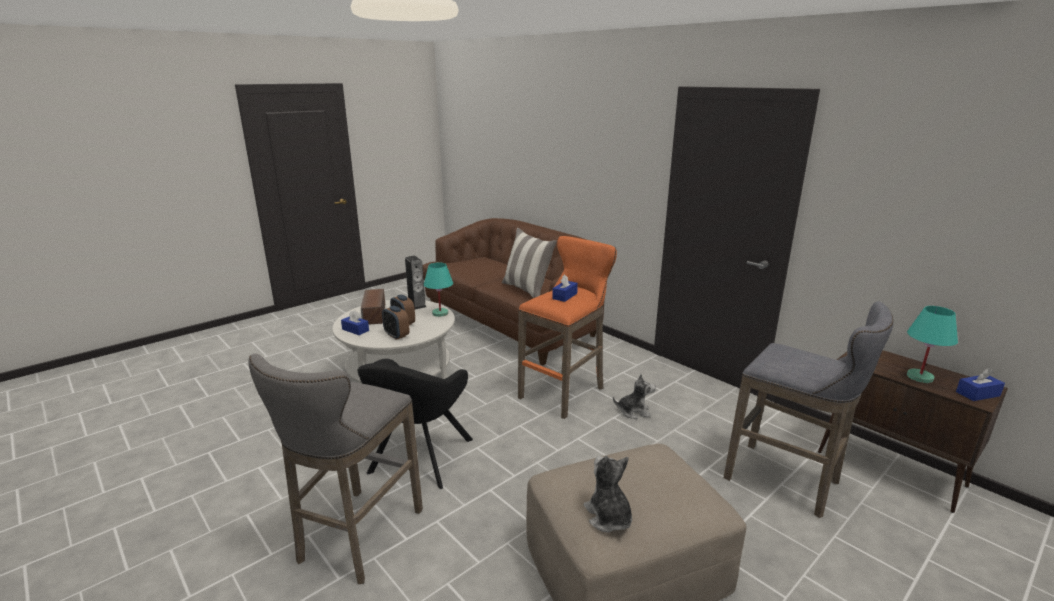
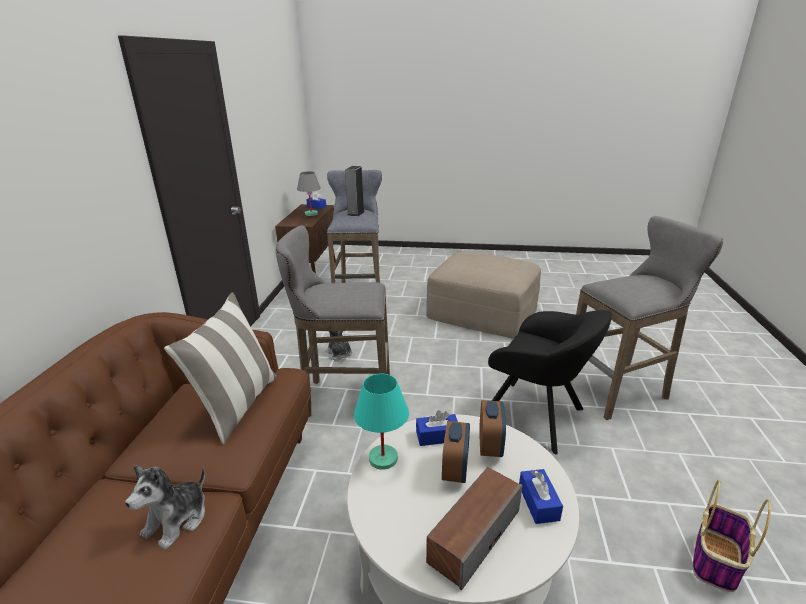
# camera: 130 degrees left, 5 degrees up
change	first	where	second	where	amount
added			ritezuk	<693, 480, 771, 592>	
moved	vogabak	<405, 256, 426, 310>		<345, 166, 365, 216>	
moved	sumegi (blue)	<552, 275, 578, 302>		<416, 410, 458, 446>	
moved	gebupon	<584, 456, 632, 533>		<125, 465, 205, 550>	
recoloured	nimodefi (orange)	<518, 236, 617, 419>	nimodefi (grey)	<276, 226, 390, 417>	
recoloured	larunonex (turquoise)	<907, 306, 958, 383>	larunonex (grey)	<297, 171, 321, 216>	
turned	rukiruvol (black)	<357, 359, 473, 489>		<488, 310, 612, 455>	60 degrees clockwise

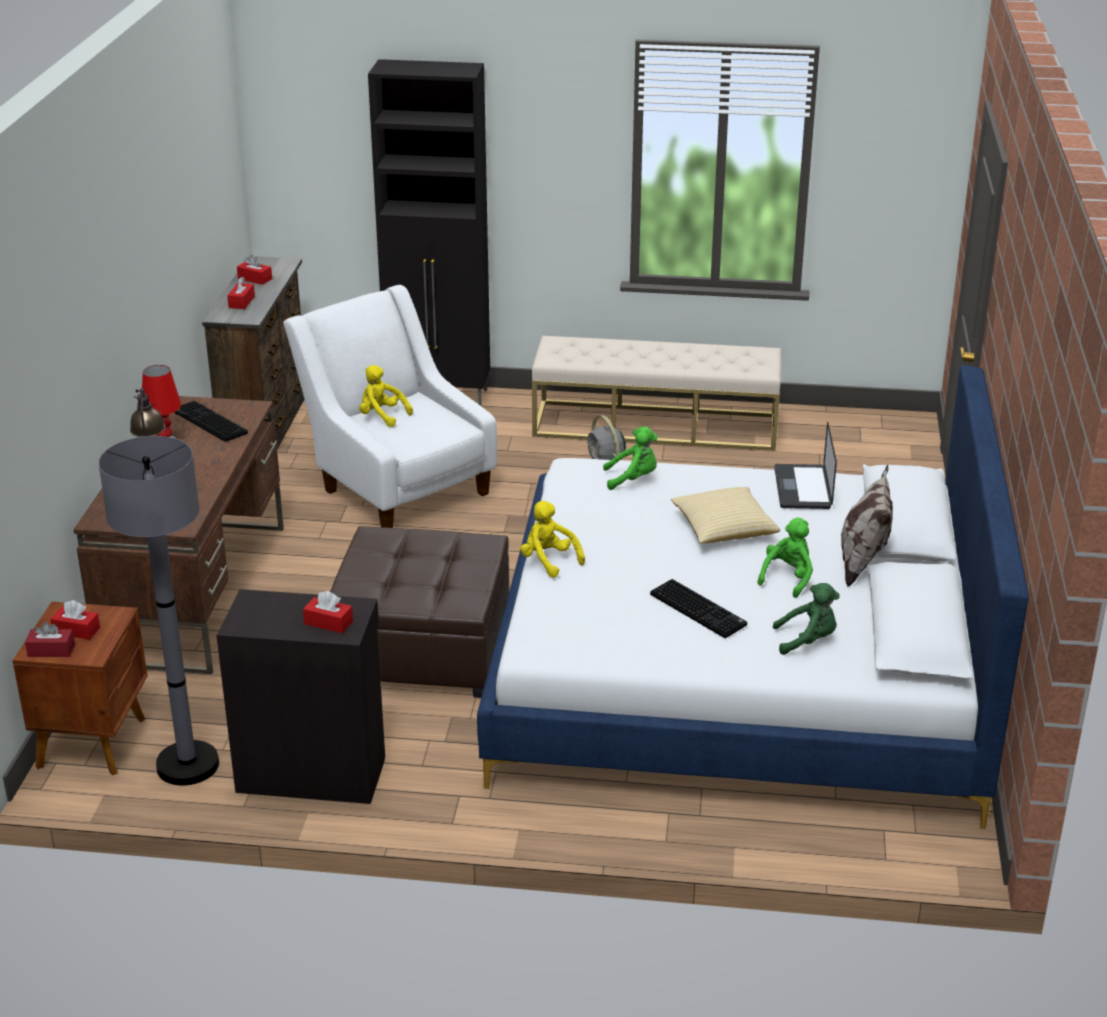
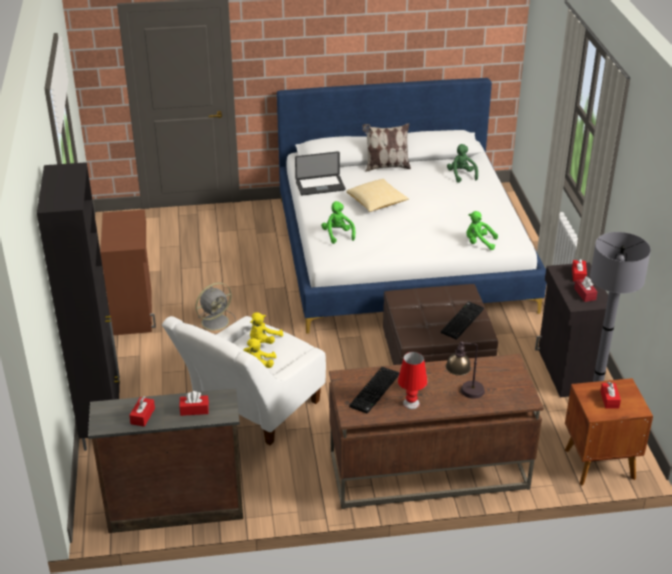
# camera: 105 degrees left, 5 degrees up
change	first	where	second	where	amount
moved	sumegi (red)	<25, 622, 75, 657>		<574, 276, 597, 302>	
moved	gebupon (yellow)	<520, 501, 585, 578>		<250, 312, 283, 344>	
moved	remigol	<650, 579, 747, 638>		<441, 301, 484, 340>	
moved	gebupon (green)	<757, 517, 813, 598>		<466, 211, 498, 250>	
replaced	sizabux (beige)	<532, 336, 781, 451>	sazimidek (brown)	<100, 210, 156, 335>	

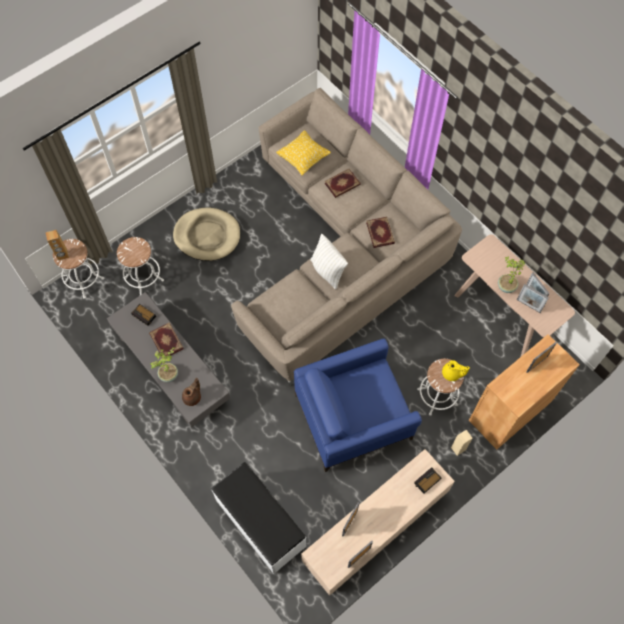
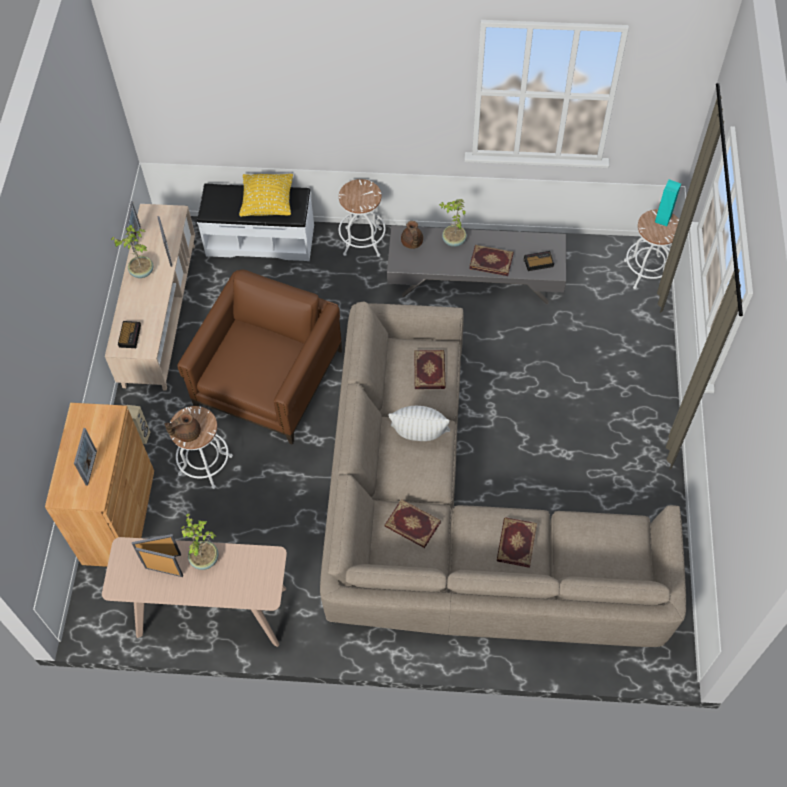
# camera: 135 degrees right, 5 degrees down
change	first	where	second	where	amount
removed	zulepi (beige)	<173, 207, 240, 261>			
added			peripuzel	<111, 224, 153, 278>	
added			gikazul	<414, 350, 446, 389>	
moved	nimodefi (white)	<117, 237, 164, 295>		<339, 179, 386, 257>	
moved	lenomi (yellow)	<276, 130, 331, 175>		<239, 174, 293, 217>	
recoloured	vogabak (brown)	<46, 230, 69, 261>	vogabak (turquoise)	<655, 179, 681, 226>	
recoloured	rukiruvol (blue)	<294, 338, 422, 472>	rukiruvol (brown)	<177, 270, 342, 445>	
recoloured	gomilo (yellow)	<442, 360, 470, 381>	gomilo (brown)	<165, 413, 201, 442>	

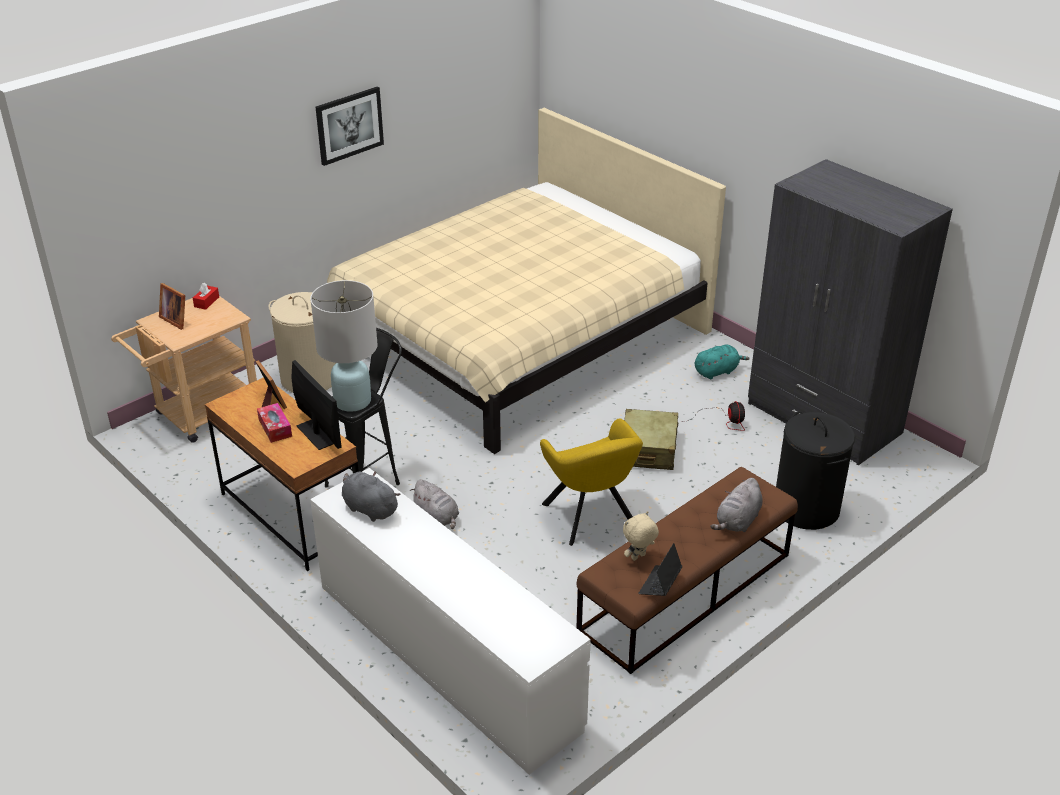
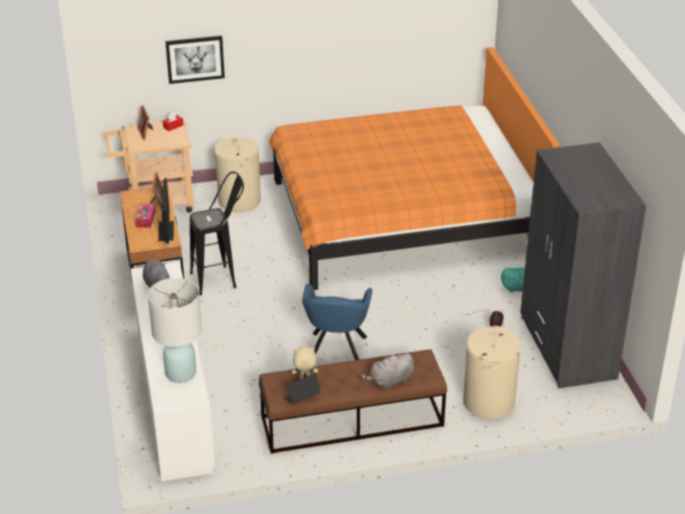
# camera: 30 degrees right, 0 degrees up
change	first	where	second	where	amount
removed	gebupon (grey)	<410, 479, 459, 529>			
removed	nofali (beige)	<624, 409, 678, 470>			
moved	larunonex (white)	<310, 280, 378, 412>		<148, 278, 202, 383>	
moved	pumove	<316, 87, 384, 166>		<165, 36, 225, 84>	
recoloured	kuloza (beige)	<327, 108, 726, 454>	kuloza (orange)	<269, 47, 559, 290>	
recoloured	rukiruvol (yellow)	<540, 418, 643, 546>	rukiruvol (blue)	<302, 284, 372, 360>	
recoloured	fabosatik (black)	<776, 411, 855, 530>	fabosatik (beige)	<463, 326, 521, 419>	

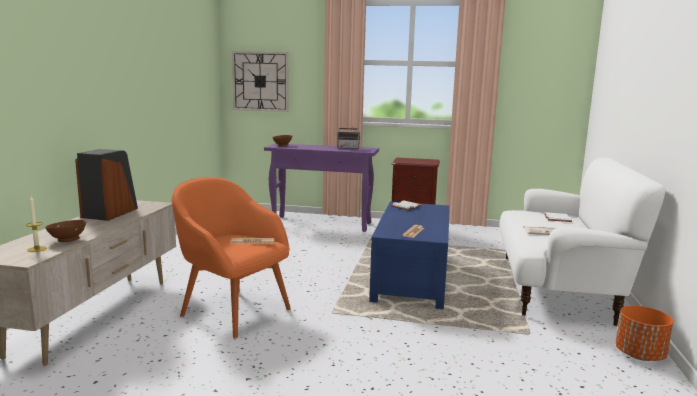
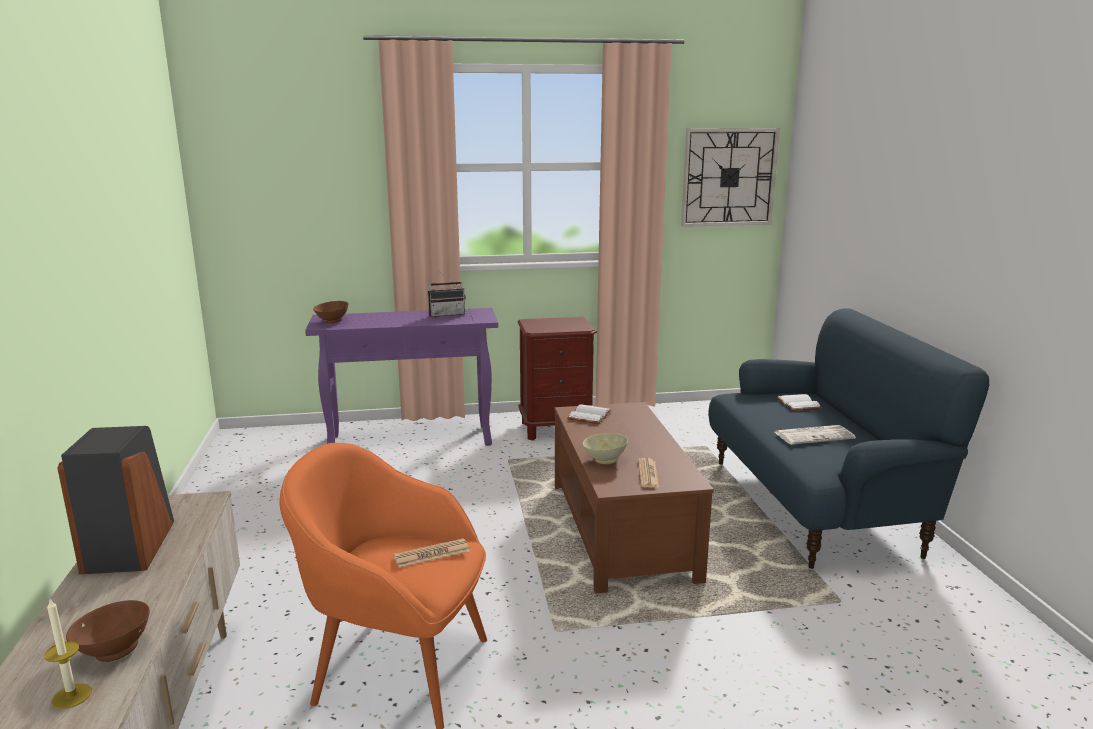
# camera: 20 degrees left, 5 degrees up
change	first	where	second	where	amount
removed	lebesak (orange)	<615, 305, 673, 361>			
added			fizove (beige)	<583, 433, 628, 464>	
moved	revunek	<232, 51, 288, 112>		<681, 128, 780, 227>	
recoloured	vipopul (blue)	<369, 202, 450, 309>	vipopul (brown)	<555, 402, 714, 594>	
recoloured	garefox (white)	<499, 158, 665, 326>	garefox (blue)	<708, 308, 989, 569>	

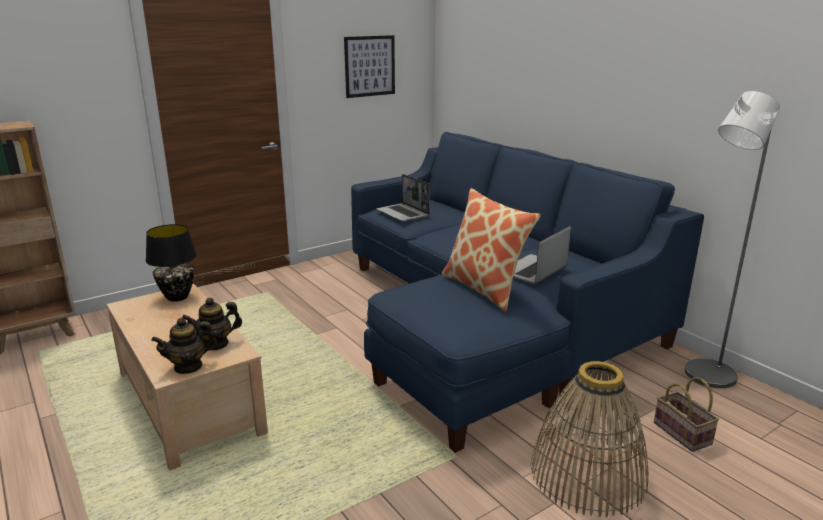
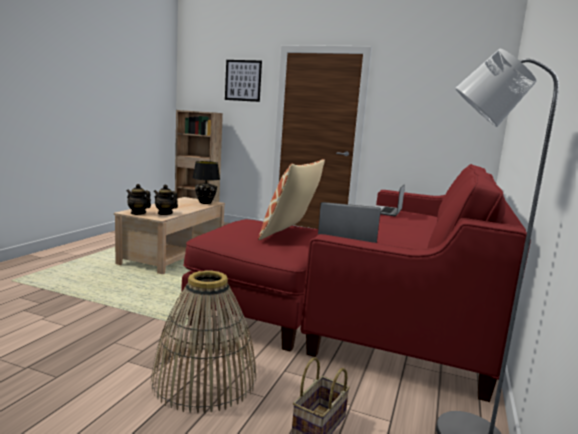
# camera: 55 degrees right, 10 degrees down
change	first	where	second	where	amount
moved	pumove	<344, 35, 395, 98>		<225, 60, 262, 102>	
recoloured	garefox (blue)	<351, 132, 704, 453>	garefox (red)	<181, 164, 531, 402>	

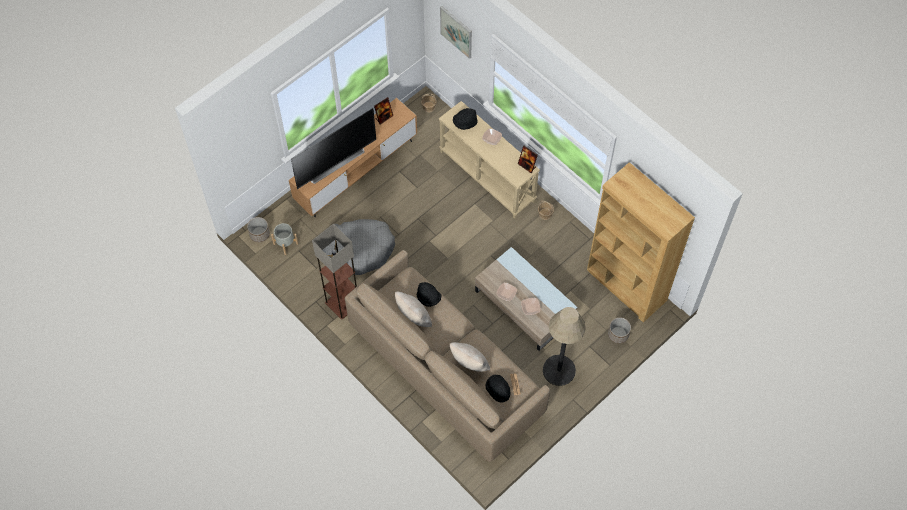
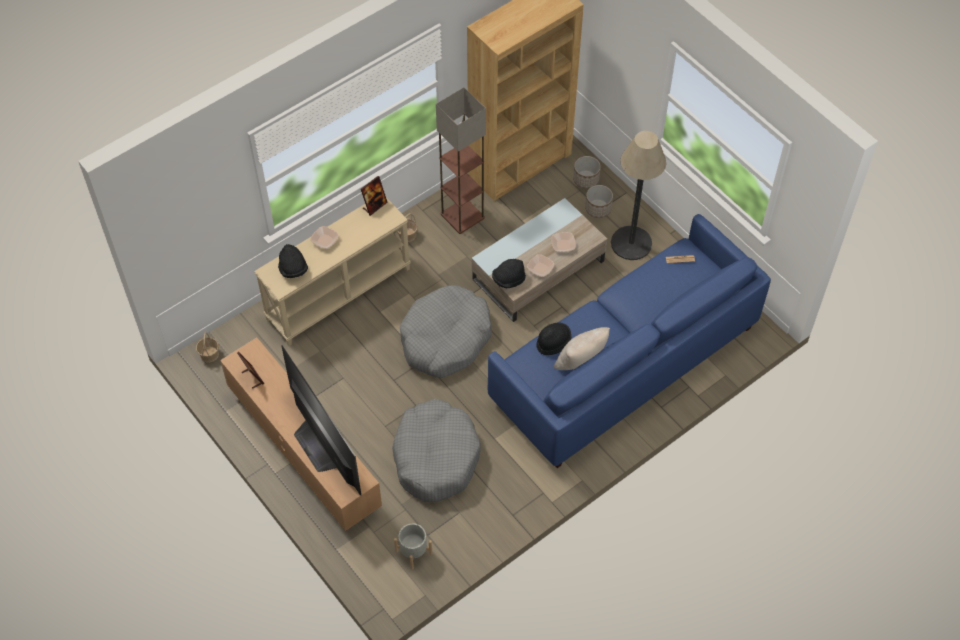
# camera: 85 degrees left, 5 degrees down
change	first	where	second	where	amount
removed	pumove	<440, 6, 472, 59>			
removed	lenomi (beige)	<450, 342, 490, 372>			
added			zulepi (grey)	<400, 285, 492, 378>	
moved	lebesak	<247, 217, 270, 242>		<585, 185, 613, 218>	
moved	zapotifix	<312, 224, 357, 320>		<436, 87, 486, 234>	
moved	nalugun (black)	<485, 375, 511, 403>		<492, 259, 526, 288>	
recoloured	garefox (beige)	<345, 250, 550, 462>	garefox (blue)	<488, 214, 771, 468>	

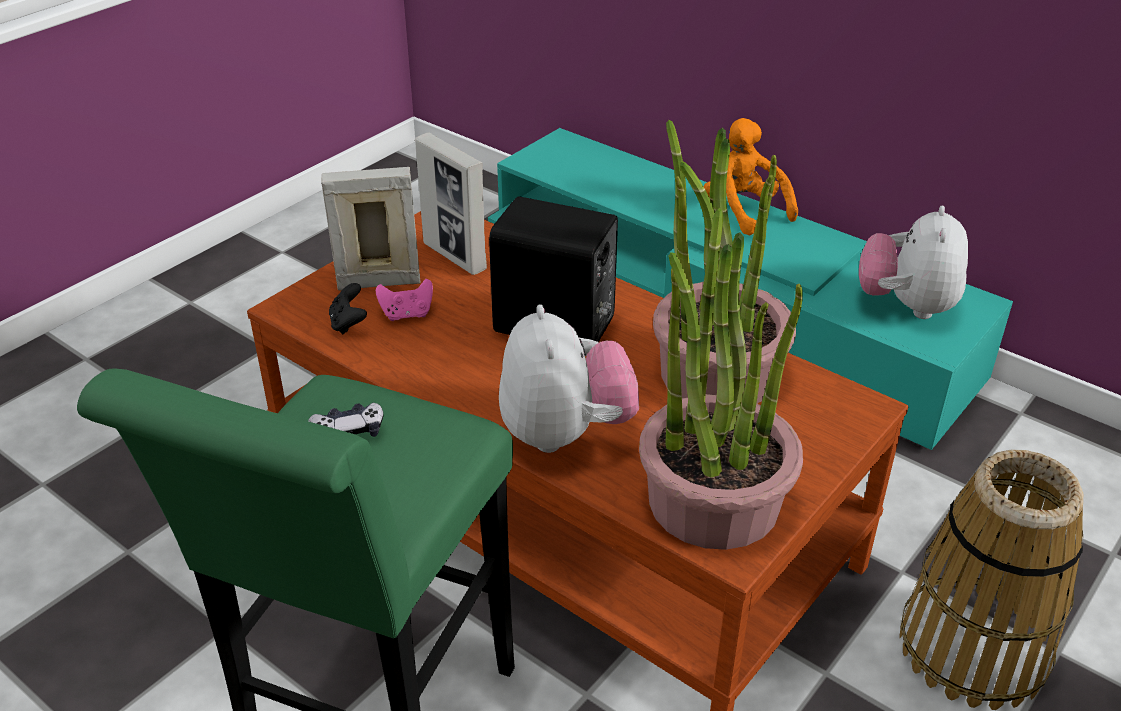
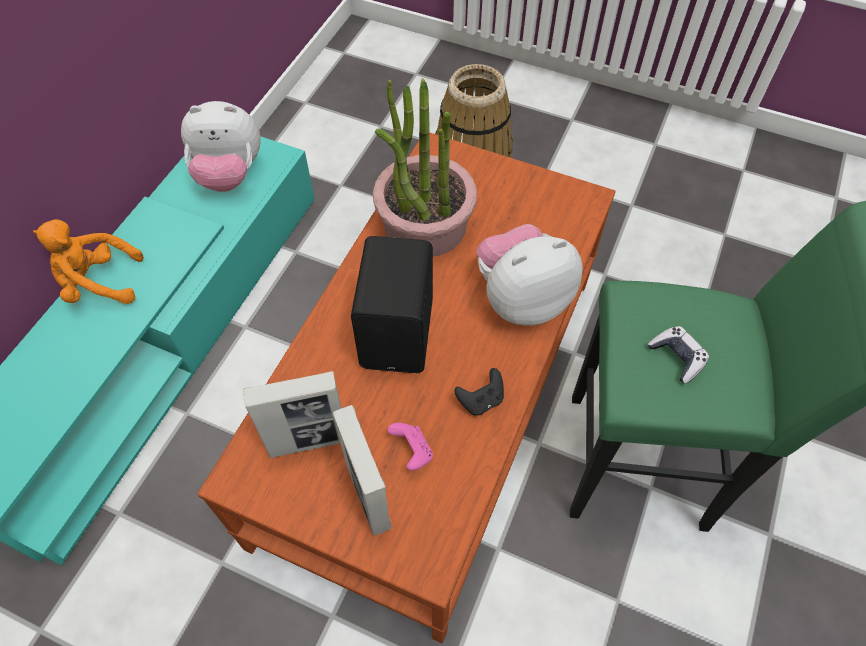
# camera: 105 degrees left, 20 degrees up
change	first	where	second	where	amount
removed	peripuzel	<639, 208, 803, 550>			
moved	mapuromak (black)	<329, 283, 367, 335>		<454, 368, 504, 416>	
turned	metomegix	<415, 132, 487, 275>		<243, 371, 341, 458>	45 degrees clockwise
turned	gebupon (orange)	<703, 118, 798, 236>		<33, 219, 144, 304>	45 degrees clockwise

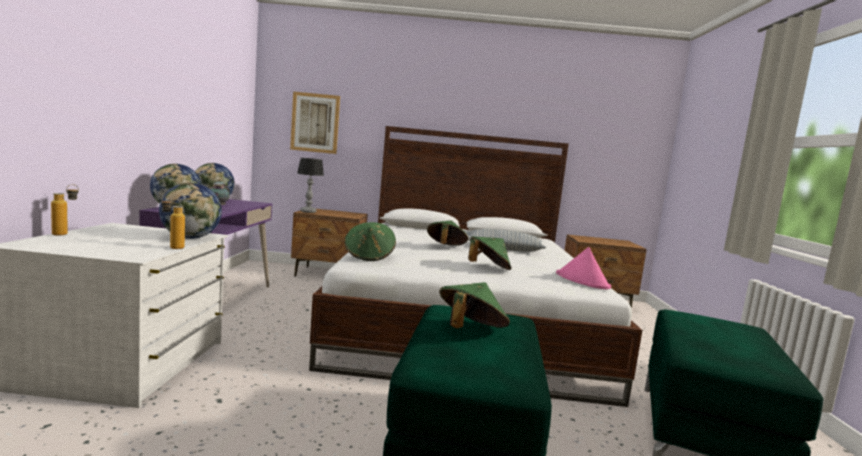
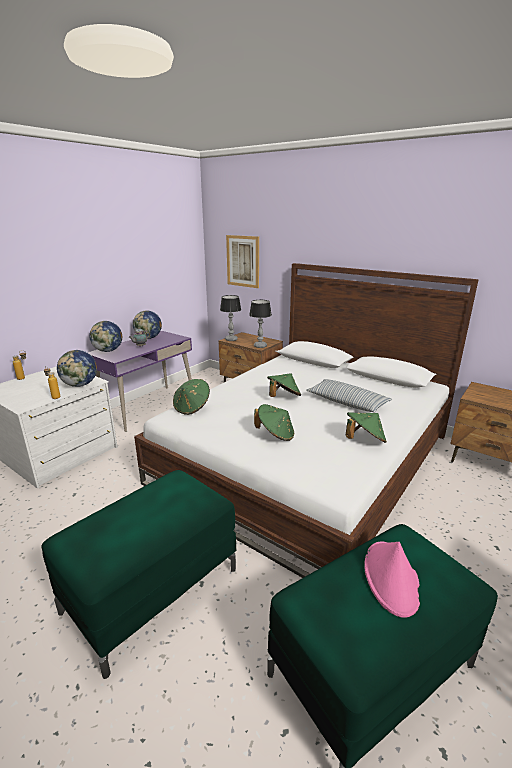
# camera: 35 degrees right, 15 degrees up
change	first	where	second	where	amount
added			larunonex	<249, 300, 272, 348>	
moved	nalugun (green)	<439, 282, 510, 328>		<345, 412, 387, 443>	
moved	nalugun (pink)	<556, 247, 611, 289>		<364, 541, 420, 618>	

